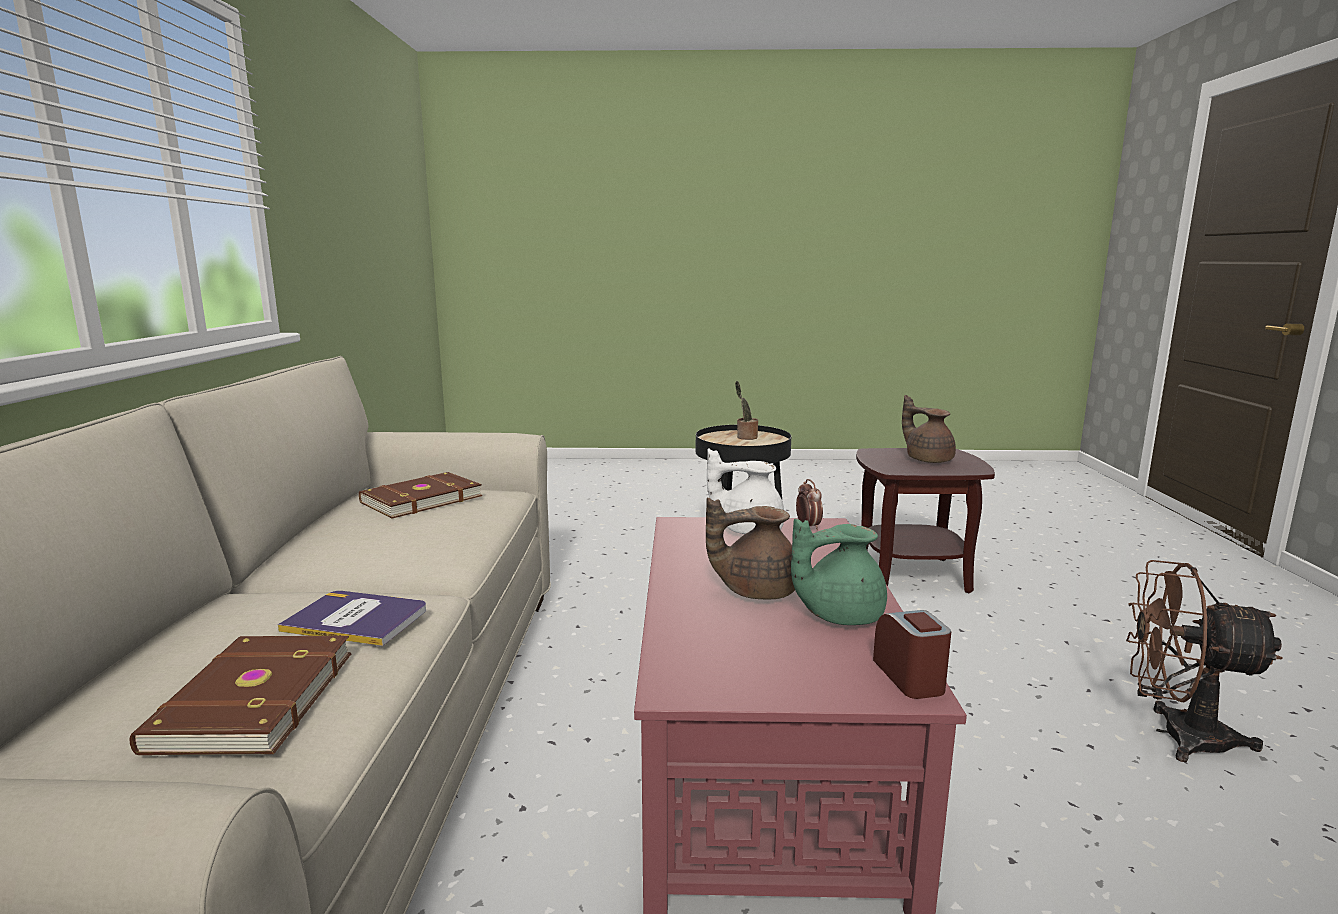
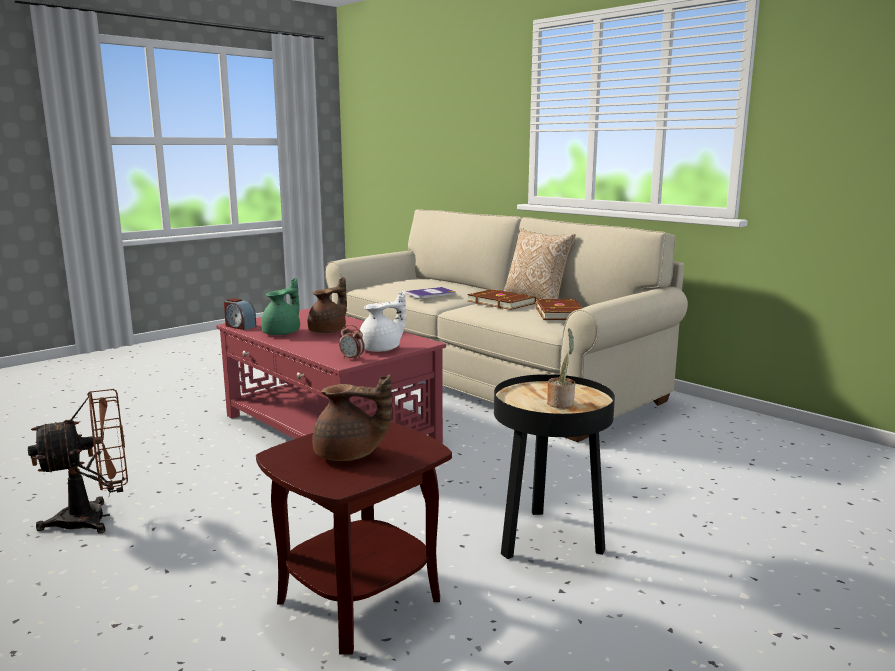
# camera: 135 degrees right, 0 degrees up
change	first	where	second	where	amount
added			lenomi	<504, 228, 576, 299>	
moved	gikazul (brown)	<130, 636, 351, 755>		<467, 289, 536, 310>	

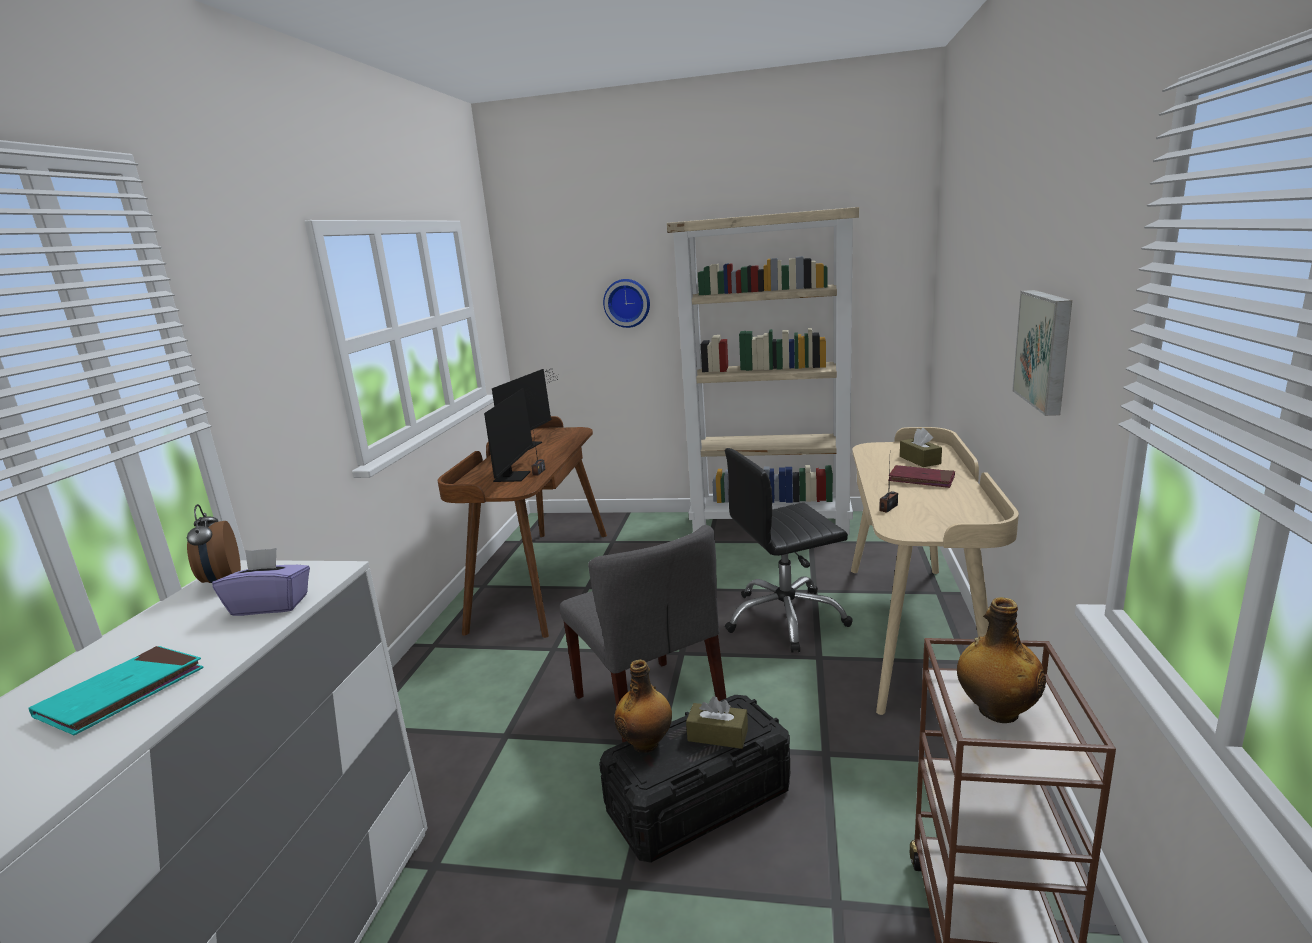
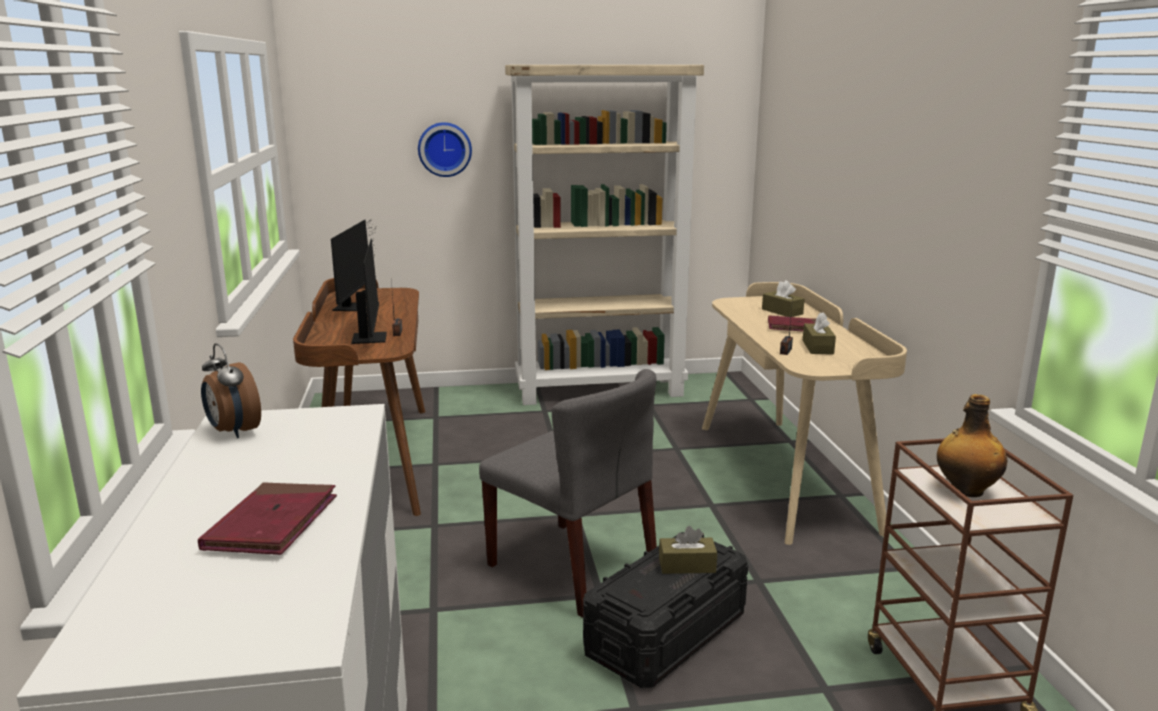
# camera: 20 degrees left, 0 degrees up
change	first	where	second	where	amount
removed	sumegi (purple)	<212, 548, 310, 616>			
removed	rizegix	<614, 660, 672, 753>			
removed	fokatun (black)	<725, 448, 853, 653>			
removed	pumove	<1012, 290, 1072, 416>			
added			sumegi (brown)	<803, 312, 836, 354>	
recoloured	gikazul (turquoise)	<28, 646, 204, 735>	gikazul (red)	<198, 482, 337, 555>	

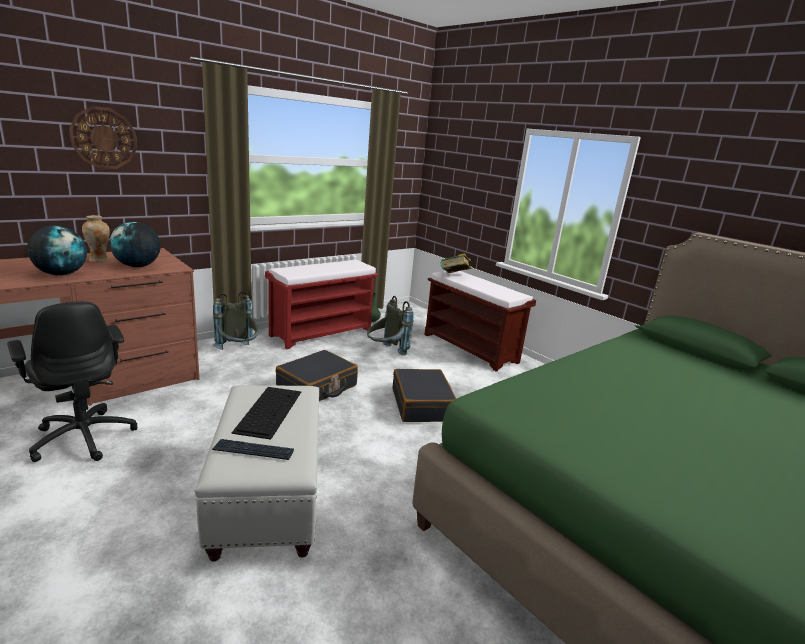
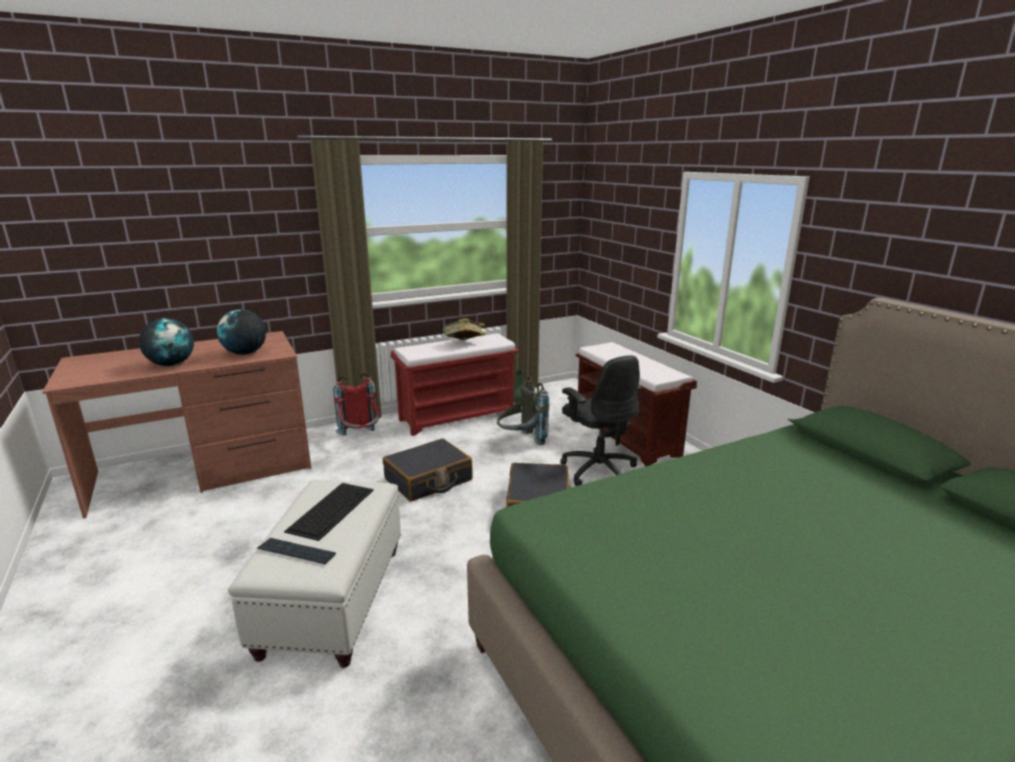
# camera: 15 degrees right, 0 degrees up
change	first	where	second	where	amount
removed	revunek	<69, 106, 137, 169>			
removed	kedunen	<82, 215, 110, 262>			
moved	fokatun (black)	<7, 301, 137, 462>		<560, 355, 641, 486>	
moved	gikazul	<441, 253, 472, 273>		<443, 318, 486, 340>	
recoloured	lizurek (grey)	<213, 291, 259, 350>	lizurek (red)	<333, 373, 380, 436>	

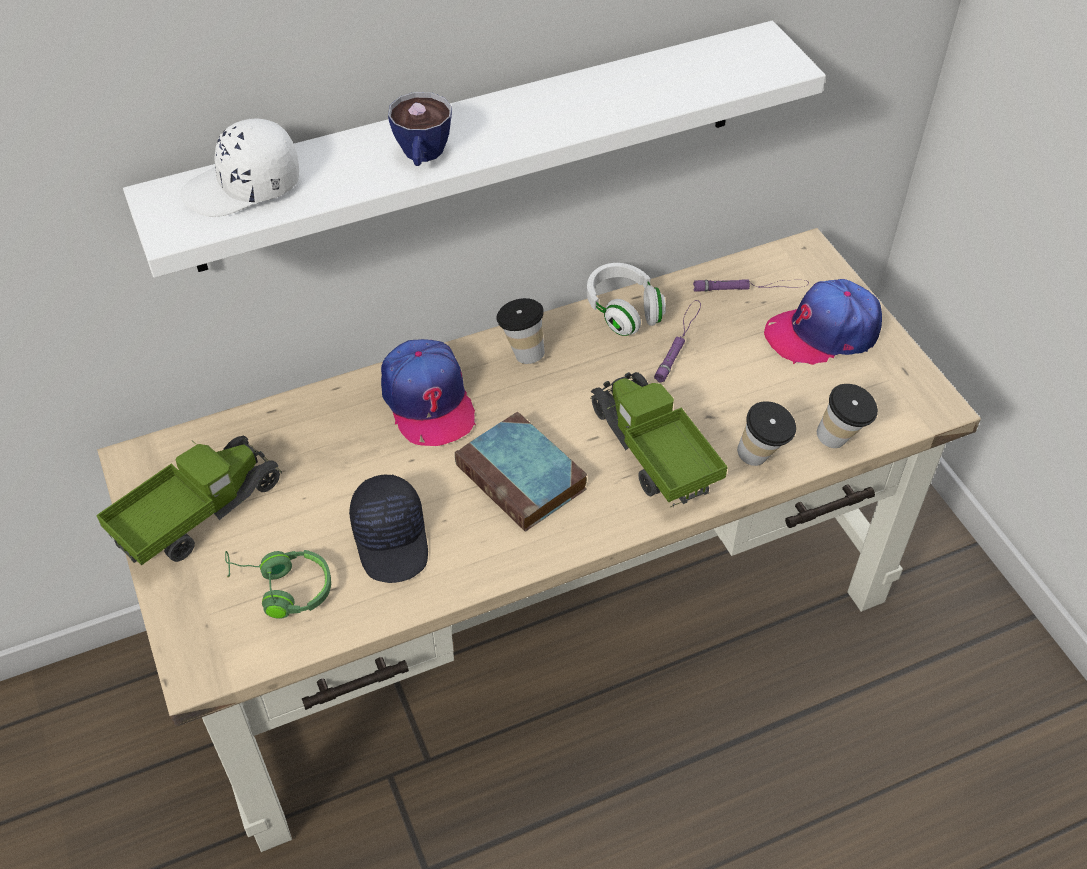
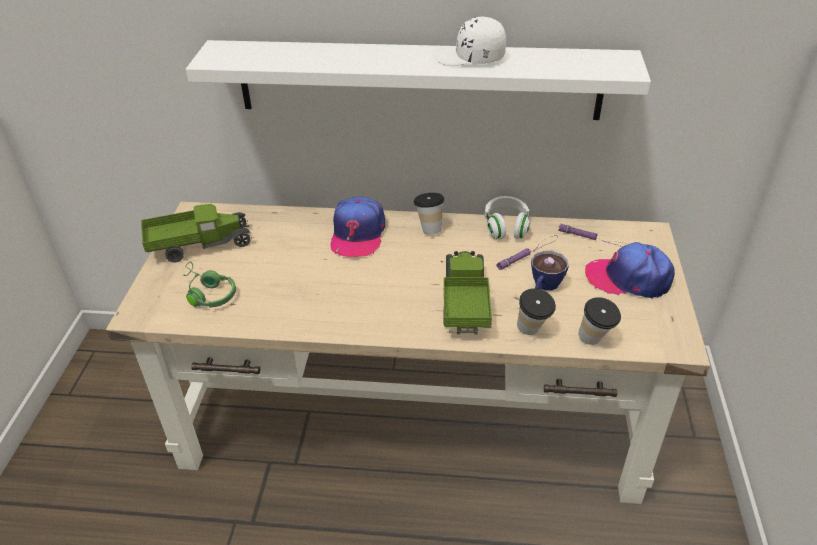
# camera: 30 degrees right, 10 degrees down
change	first	where	second	where	amount
removed	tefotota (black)	<349, 474, 428, 583>			
removed	gikazul	<455, 412, 587, 532>			
moved	tefotota (white)	<180, 119, 299, 217>		<433, 17, 506, 66>	
moved	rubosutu	<388, 92, 452, 166>		<531, 251, 569, 291>	

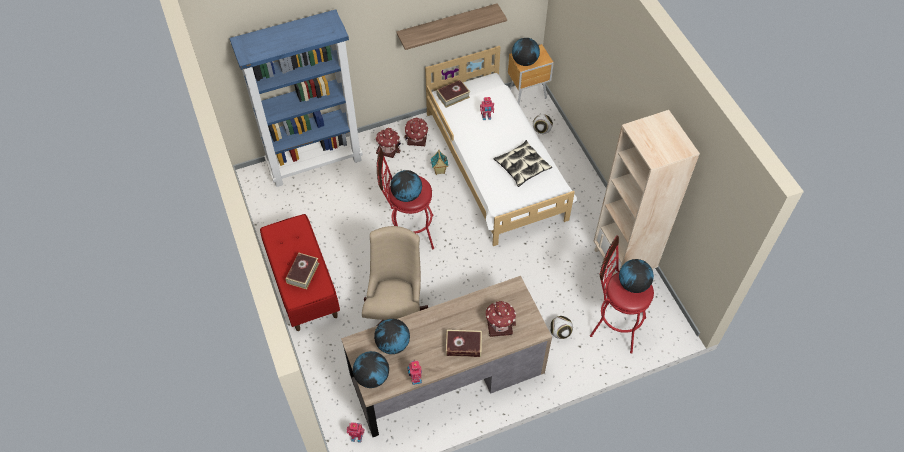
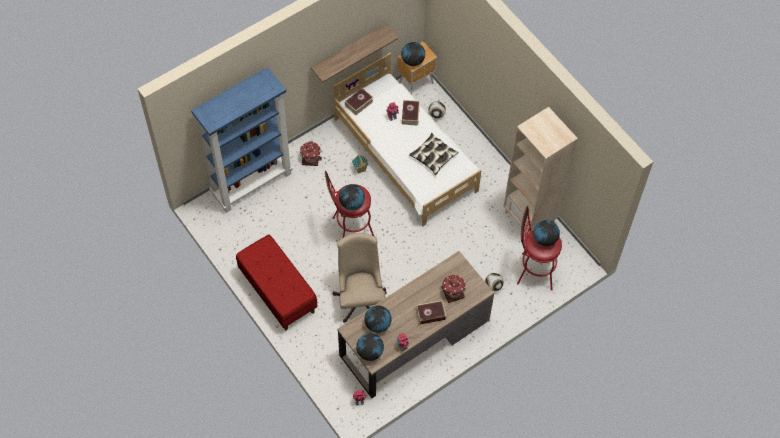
# camera: 15 degrees left, 5 degrees up
change	first	where	second	where	amount
removed	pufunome	<404, 118, 428, 146>			
moved	gikazul	<285, 253, 319, 289>		<402, 100, 420, 126>	

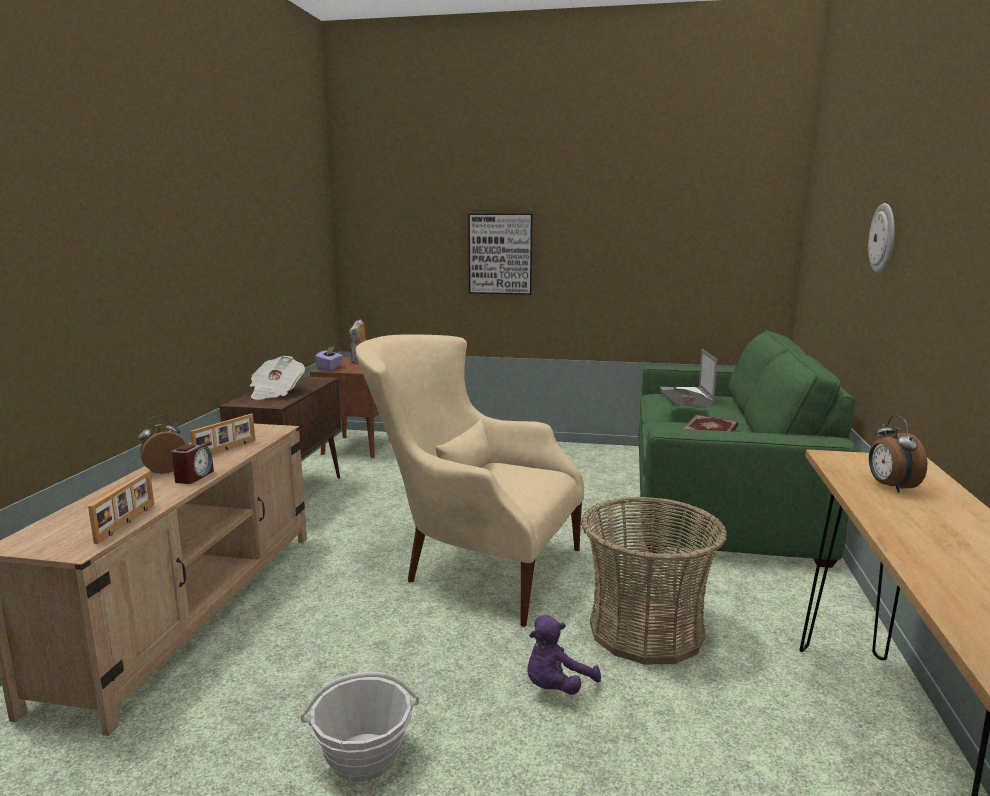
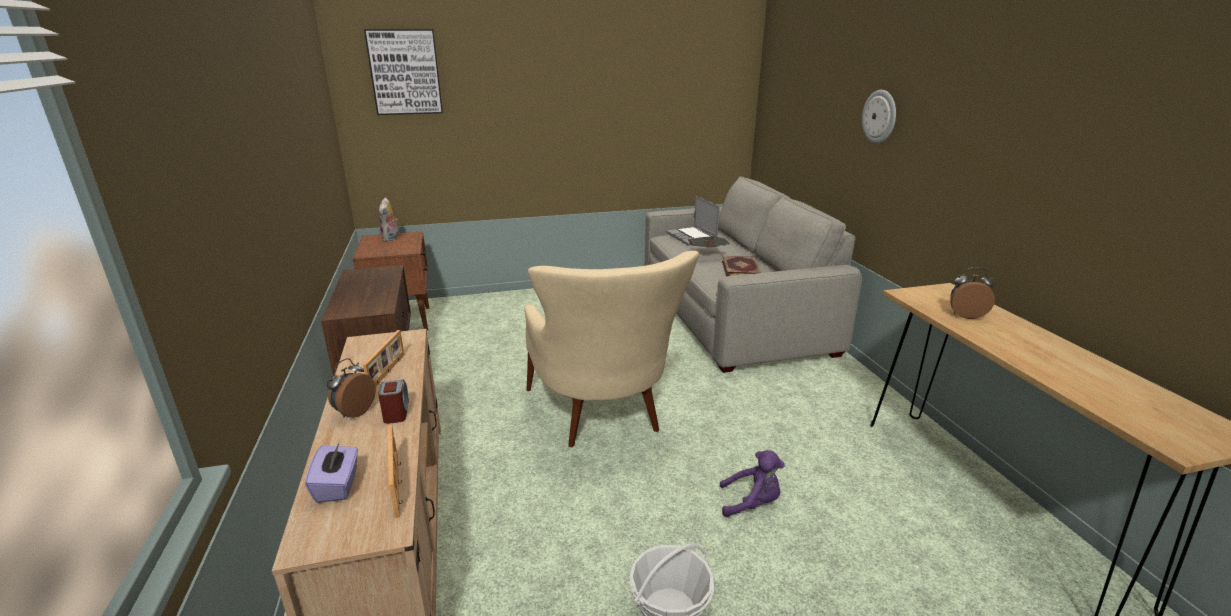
# camera: 25 degrees left, 10 degrees up
change	first	where	second	where	amount
removed	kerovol	<250, 356, 305, 400>			
removed	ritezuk	<581, 497, 727, 665>			
moved	sumegi (purple)	<315, 346, 343, 370>		<305, 441, 358, 503>	
moved	pumove	<468, 214, 533, 295>		<364, 29, 443, 115>	
recoloured	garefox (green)	<639, 330, 856, 568>	garefox (grey)	<644, 176, 862, 373>	
turned	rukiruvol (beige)	<355, 334, 584, 627>		<524, 251, 699, 448>	105 degrees counterclockwise
turned	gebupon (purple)	<527, 615, 601, 695>		<720, 450, 785, 517>	105 degrees counterclockwise
turned	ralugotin	<869, 415, 928, 493>		<950, 267, 995, 319>	135 degrees clockwise

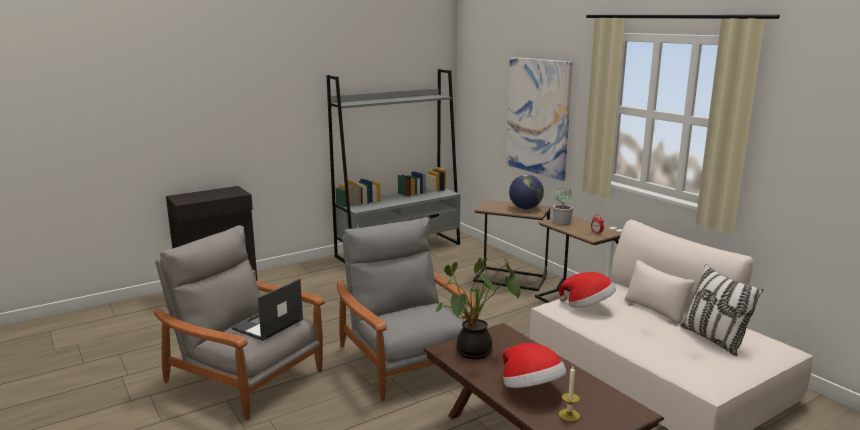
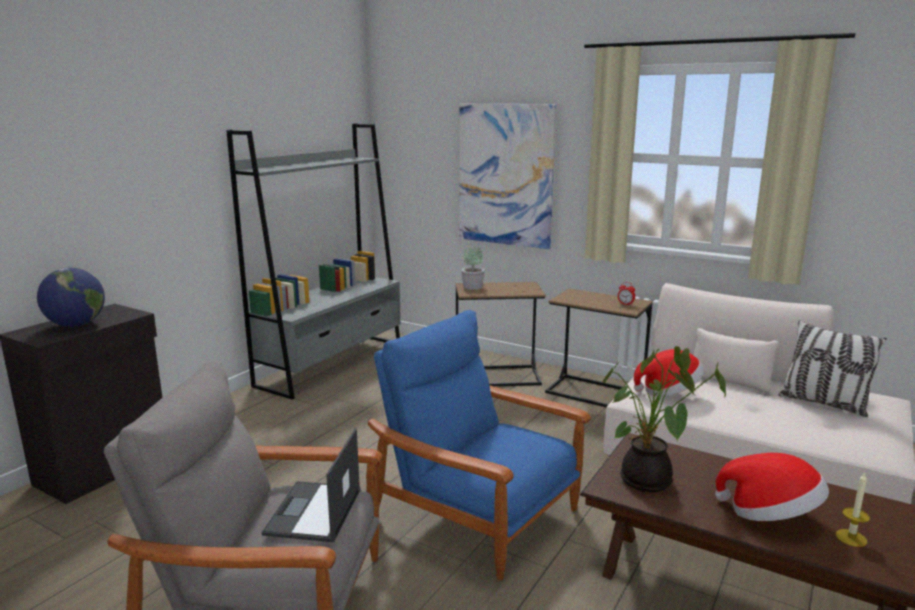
# camera: 25 degrees left, 0 degrees up
change	first	where	second	where	amount
moved	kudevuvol	<509, 175, 544, 209>		<37, 267, 105, 327>	
moved	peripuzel	<553, 187, 573, 224>		<461, 247, 485, 290>	
recoloured	rukiruvol (grey)	<337, 217, 481, 401>	rukiruvol (blue)	<368, 310, 591, 581>	

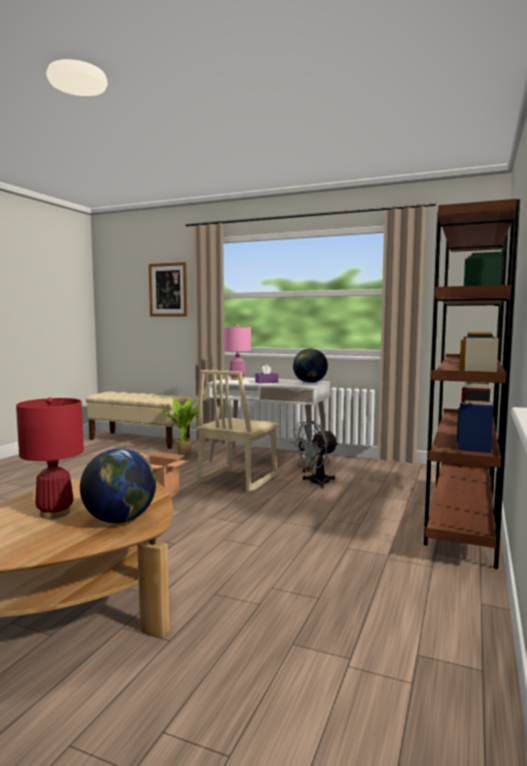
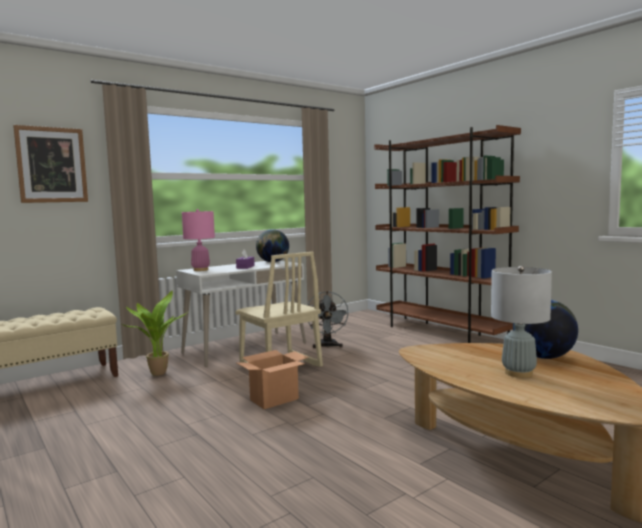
# camera: 60 degrees left, 0 degrees up
change	first	where	second	where	amount
recoloured	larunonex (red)	<16, 397, 84, 519>	larunonex (grey)	<491, 266, 552, 378>	

